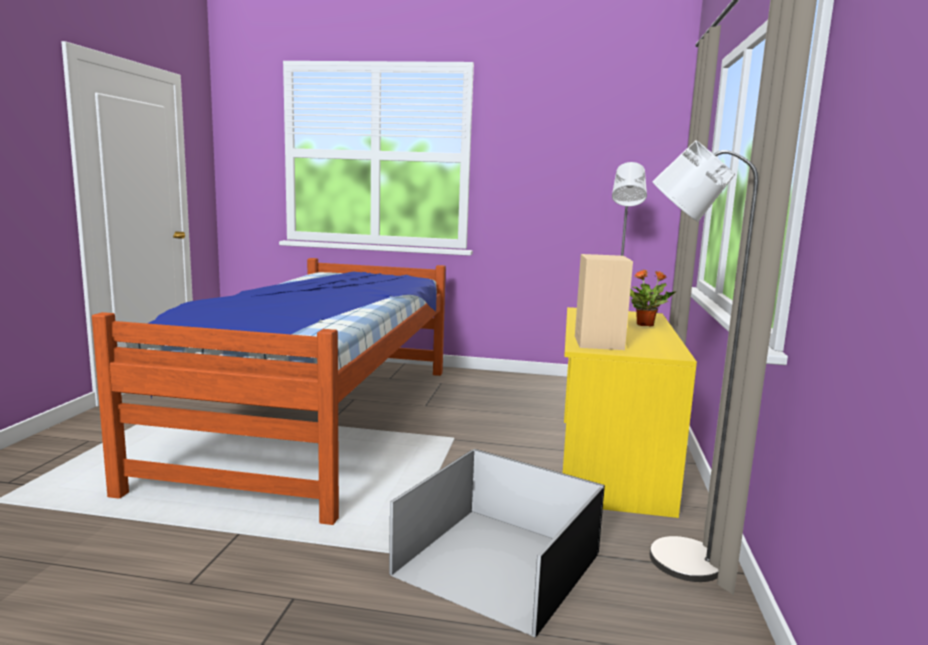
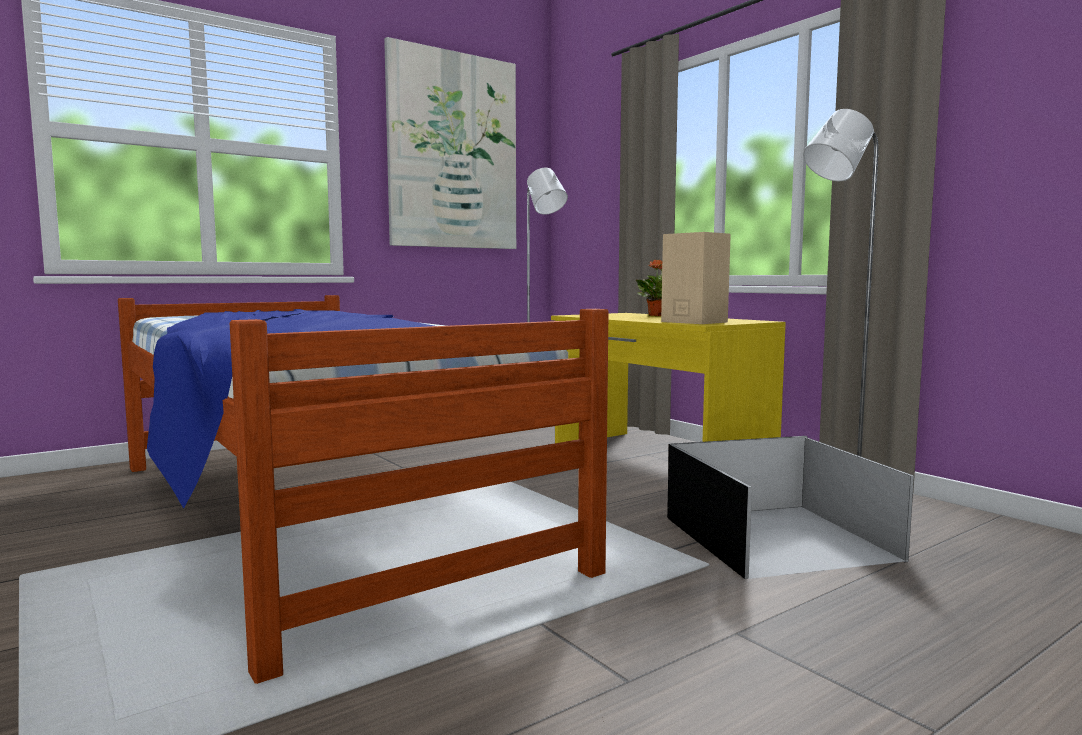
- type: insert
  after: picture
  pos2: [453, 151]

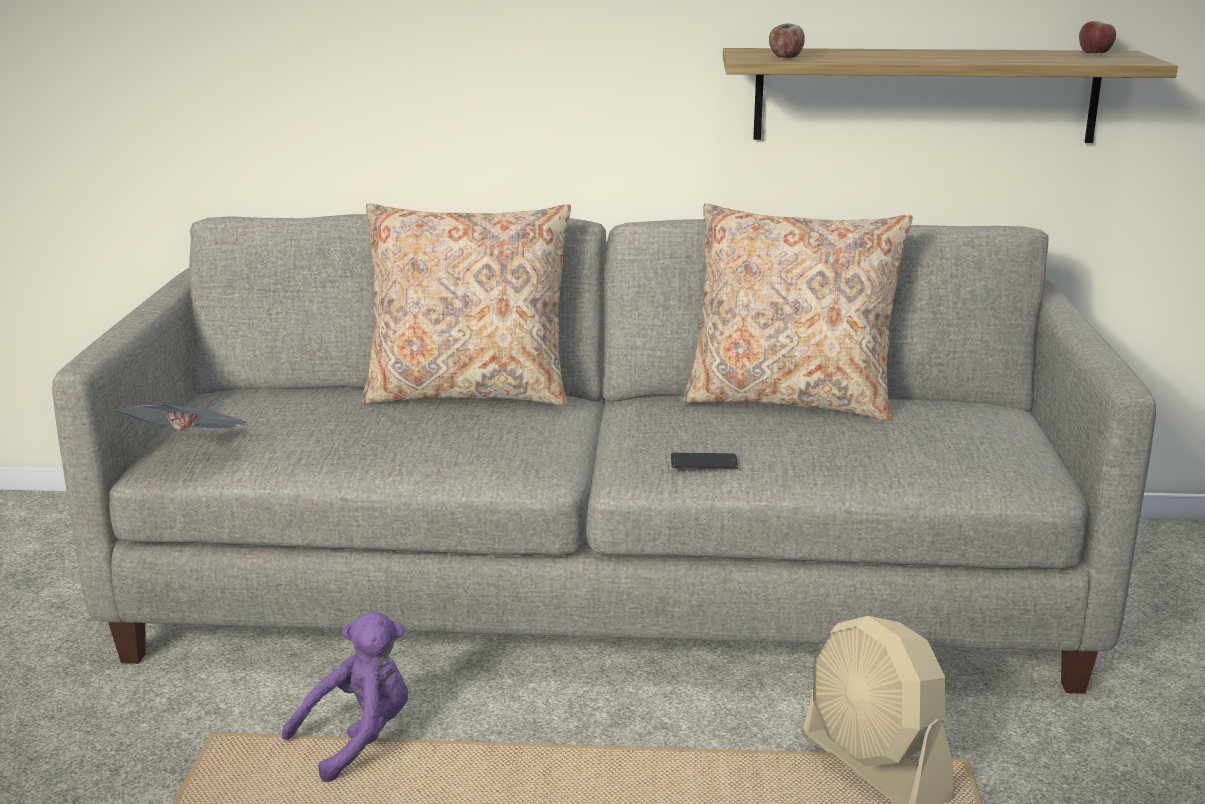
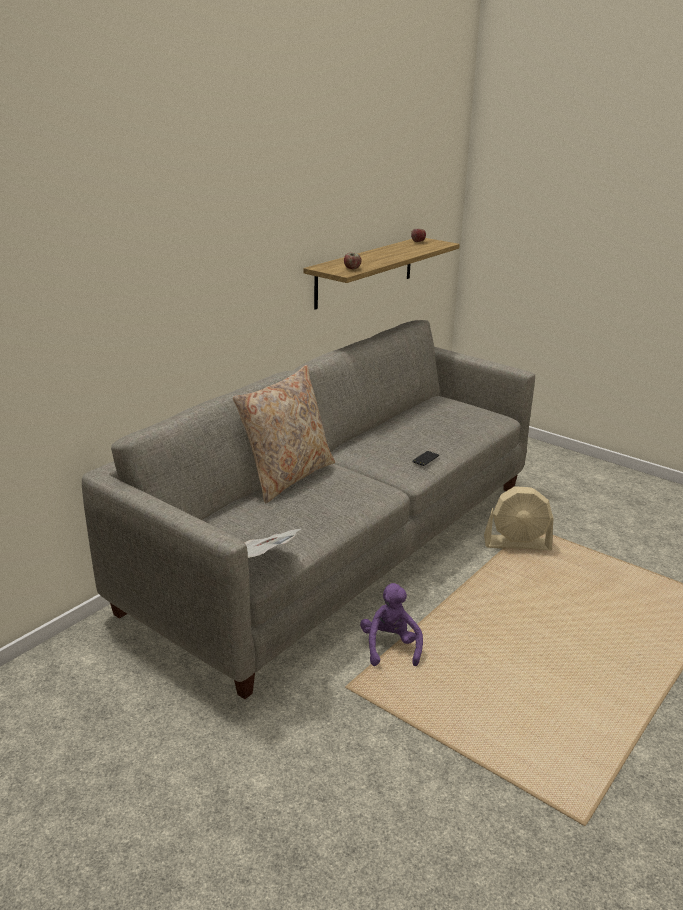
- type: delete
  before: beige pillow
  pos1: [790, 399]

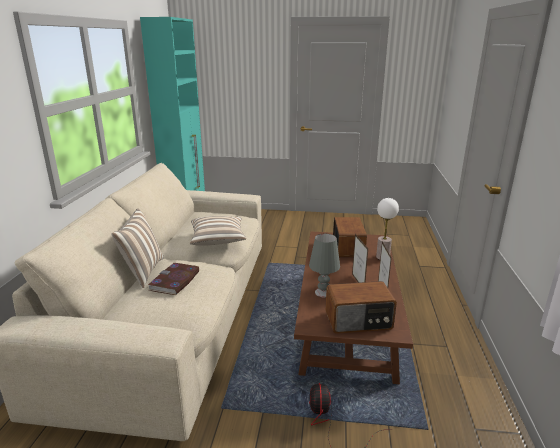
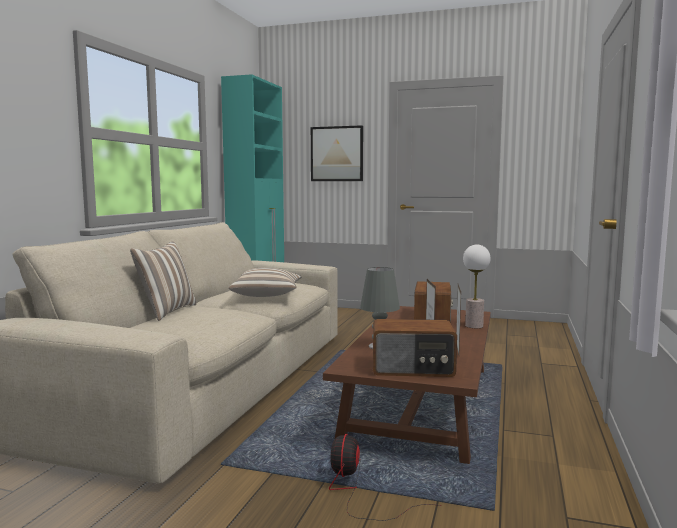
- type: delete
  before: book
  pos1: [175, 281]
- type: insert
  after: picture
  pos2: [337, 154]

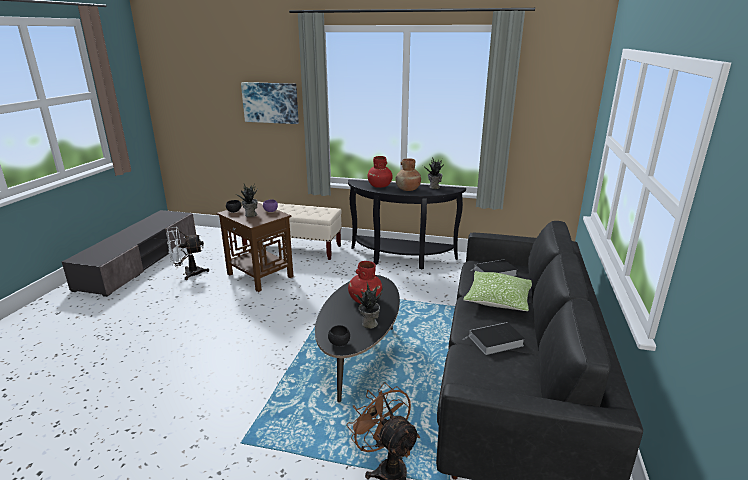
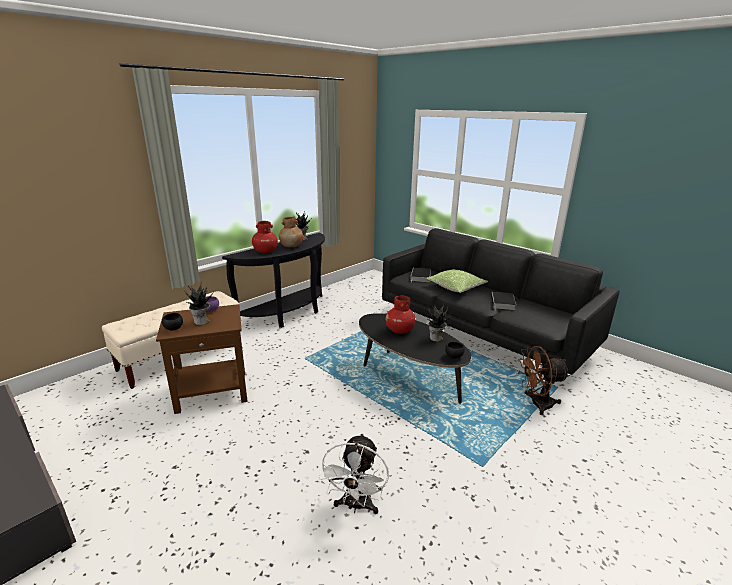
- type: move
  before: white fan
  pos1: [188, 274]
  pos2: [356, 506]
- type: delete
  before: picture
  pos1: [270, 102]

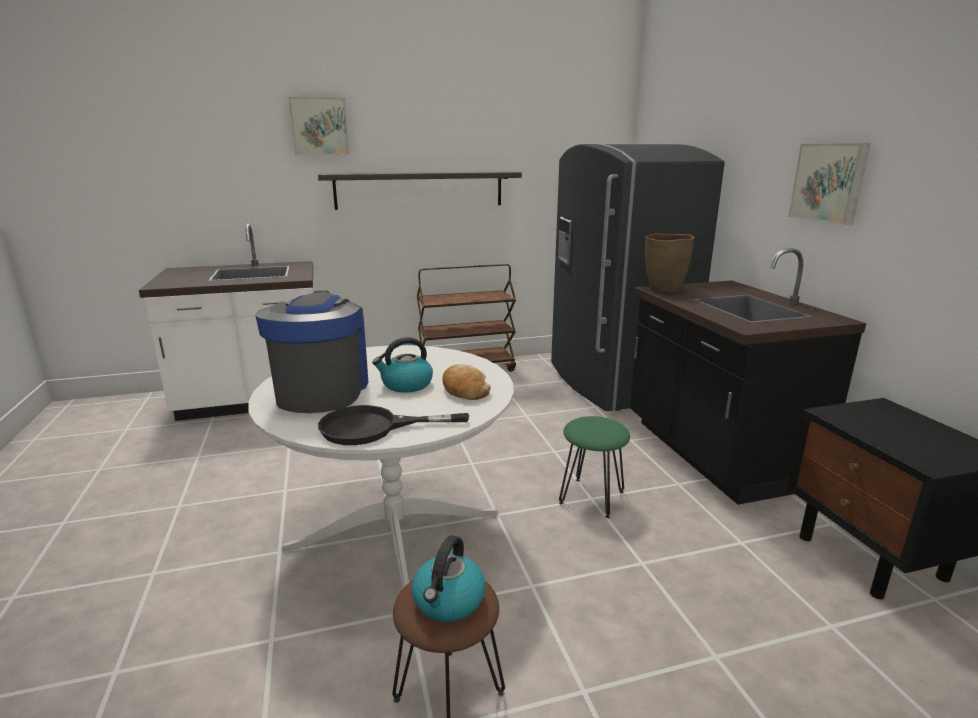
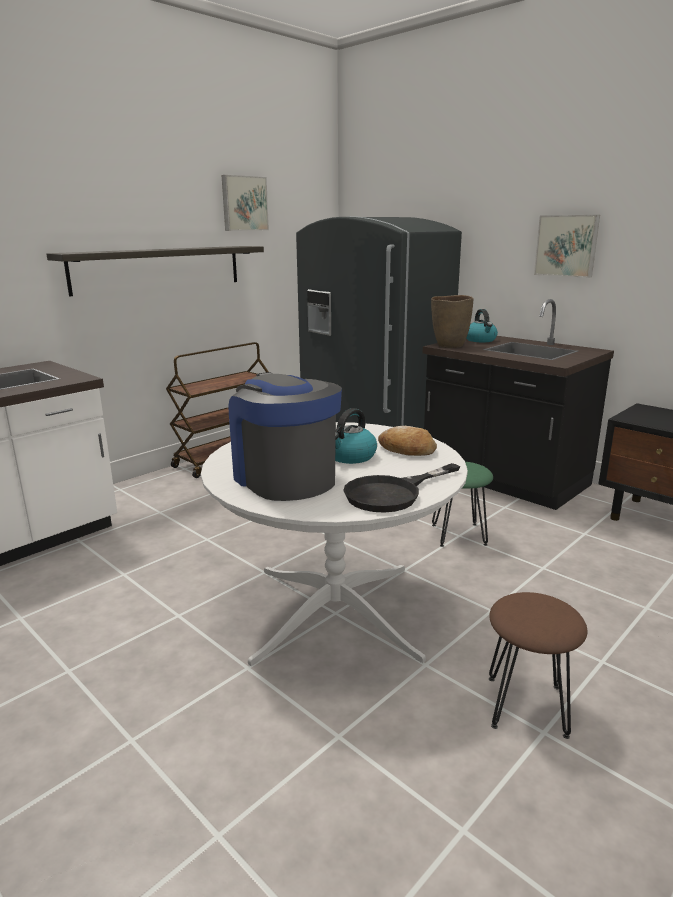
- type: move
  before: picture
  pos1: [319, 126]
  pos2: [244, 203]
- type: move
  before: kettle
  pos1: [449, 601]
  pos2: [480, 340]

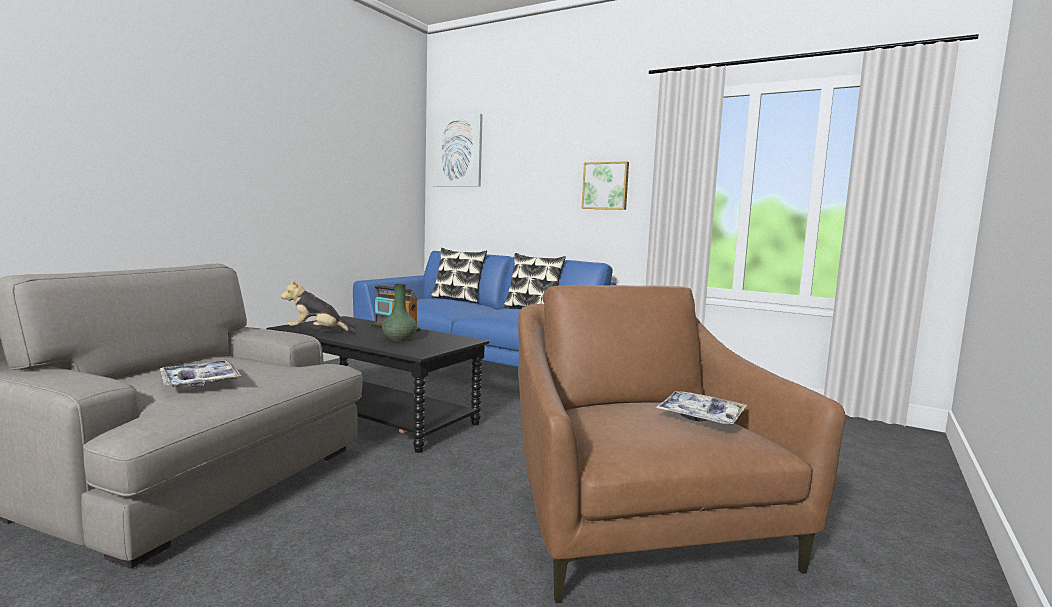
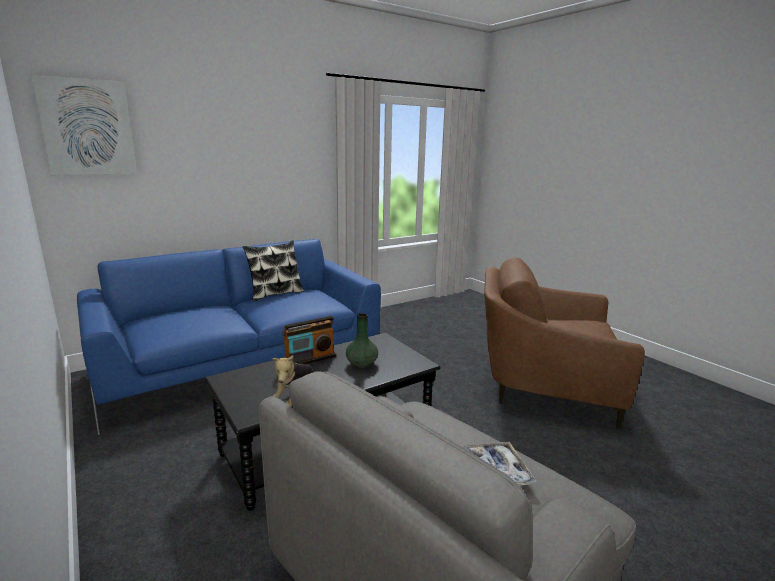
- type: delete
  before: pillow
  pos1: [458, 299]
- type: delete
  before: picture
  pos1: [605, 186]
- type: delete
  before: tray
  pos1: [700, 416]

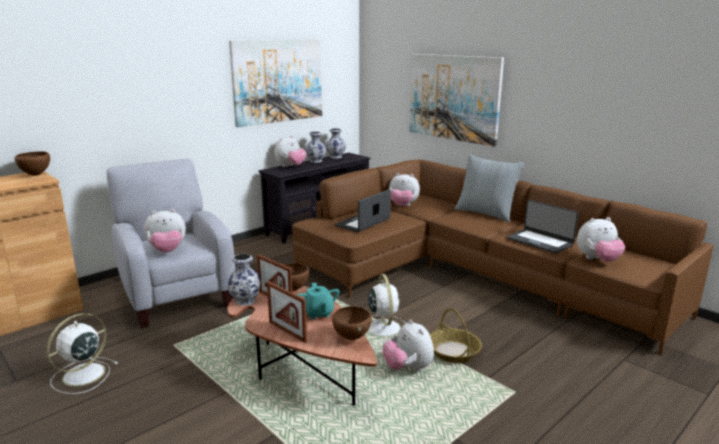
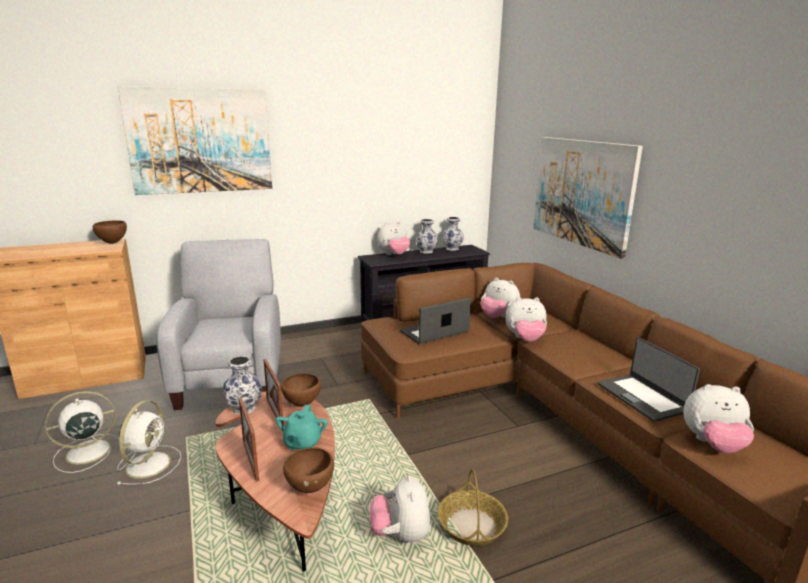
- type: move
  before: plush toy
  pos1: [167, 251]
  pos2: [525, 339]
- type: move
  before: picture
  pos1: [278, 81]
  pos2: [200, 141]
- type: move
  before: white fan
  pos1: [383, 327]
  pos2: [149, 463]
- type: delete
  before: pillow
  pos1: [486, 213]

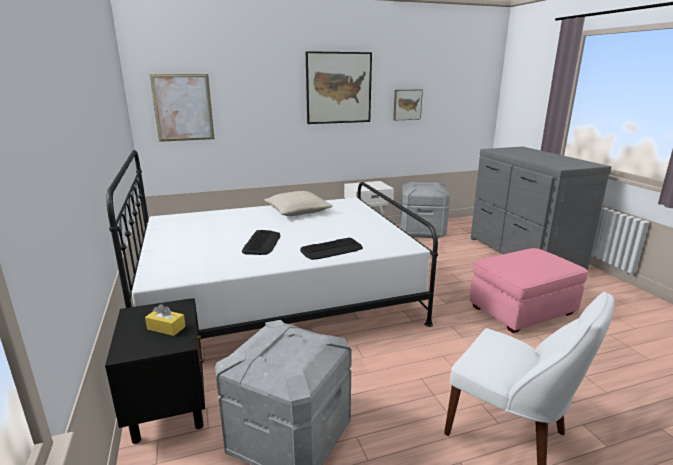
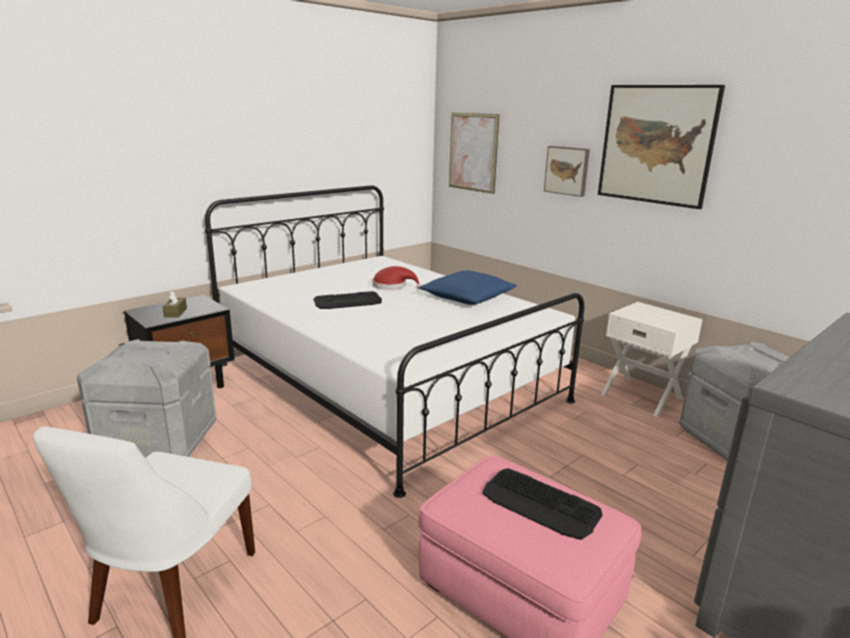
- type: recolor
  before: yellow tissue box
  after: brown tissue box
  pos1: [166, 328]
  pos2: [175, 313]
- type: recolor
  before: beige pillow
  after: blue pillow
  pos1: [298, 211]
  pos2: [467, 297]
- type: move
  before: keyboard
  pos1: [332, 249]
  pos2: [540, 504]
- type: move
  before: picture
  pos1: [407, 104]
  pos2: [567, 170]
- type: insert
  after: red hat
  pos2: [392, 286]

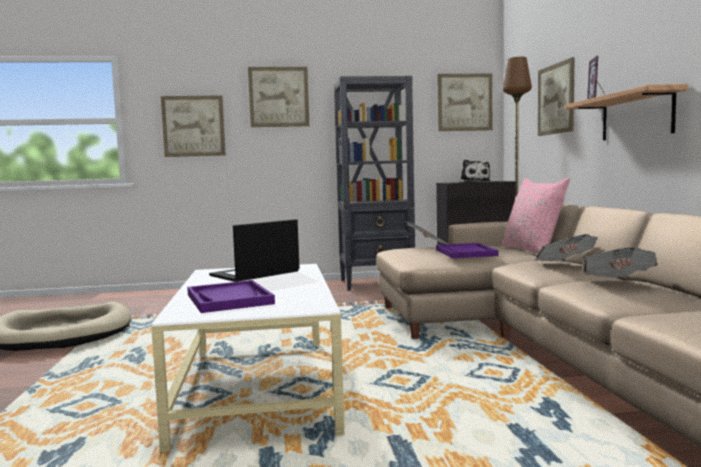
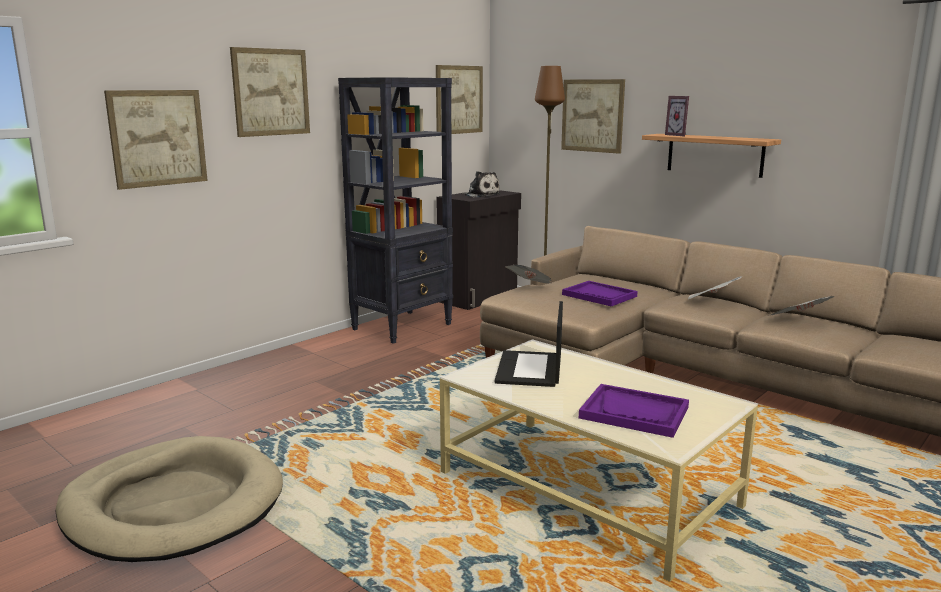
- type: delete
  before: pink pillow
  pos1: [533, 250]

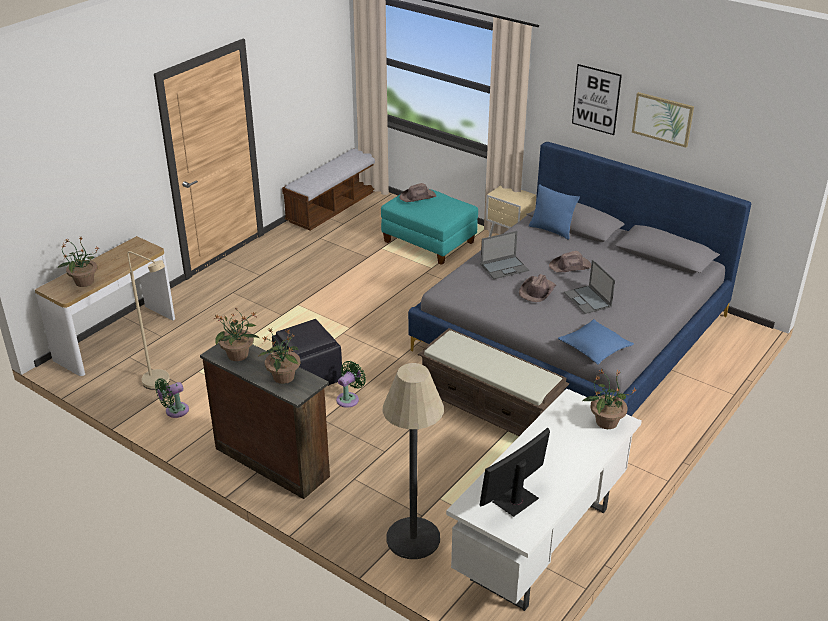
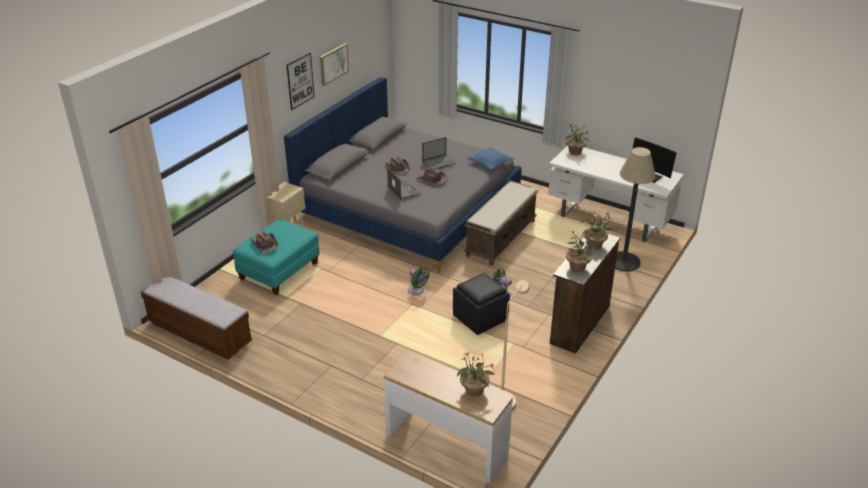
- type: move
  before: green fan
  pos1: [174, 411]
  pos2: [417, 291]
- type: delete
  before: blue pillow
  pos1: [551, 230]

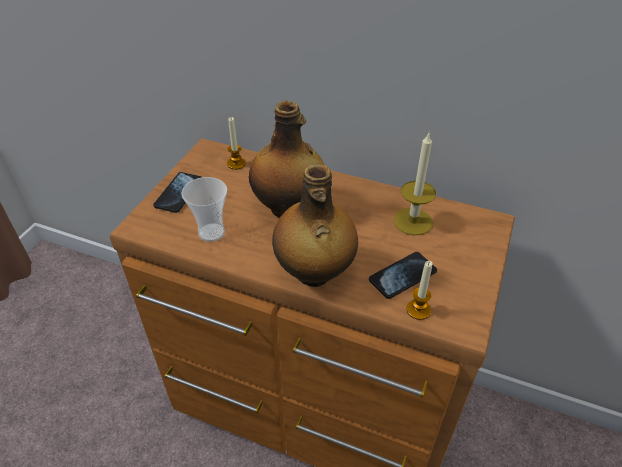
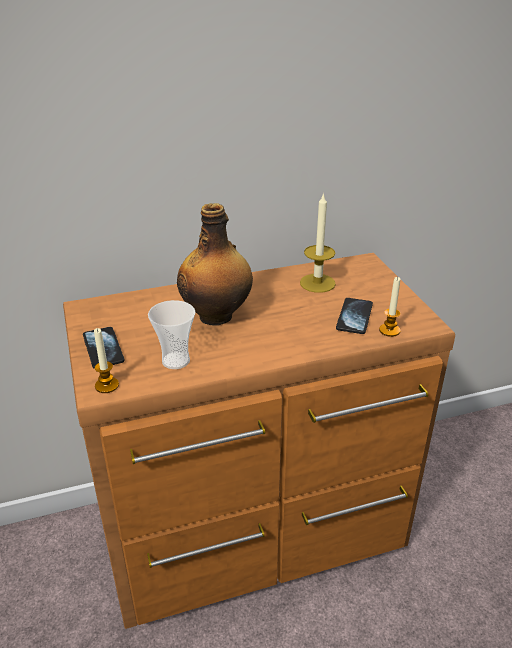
- type: move
  before: candle
  pos1: [236, 164]
  pos2: [107, 385]
- type: delete
  before: bottle
  pos1: [314, 273]

